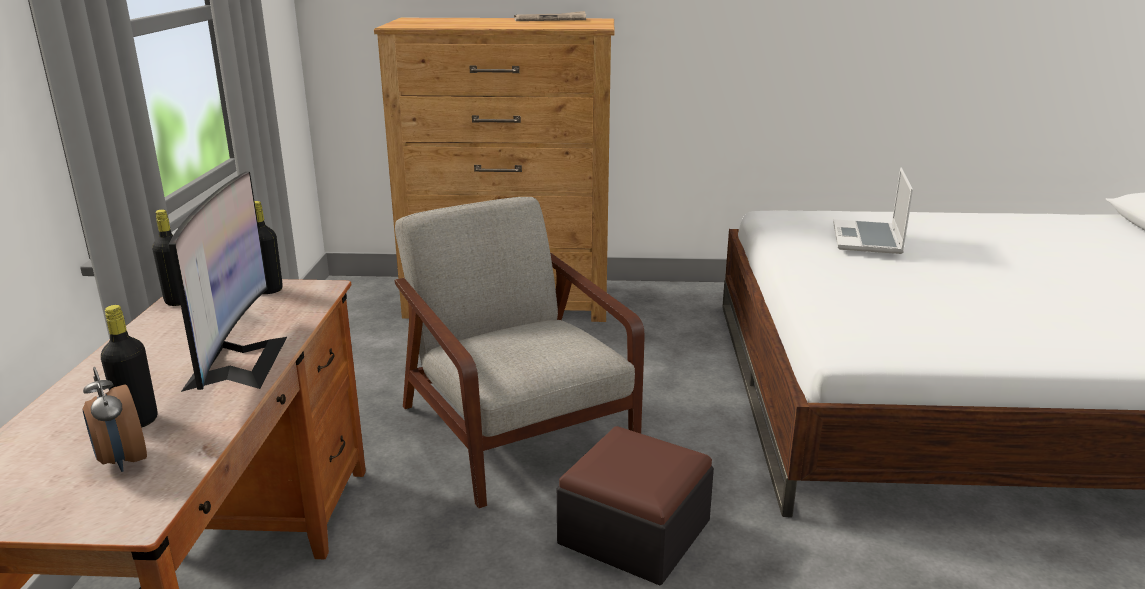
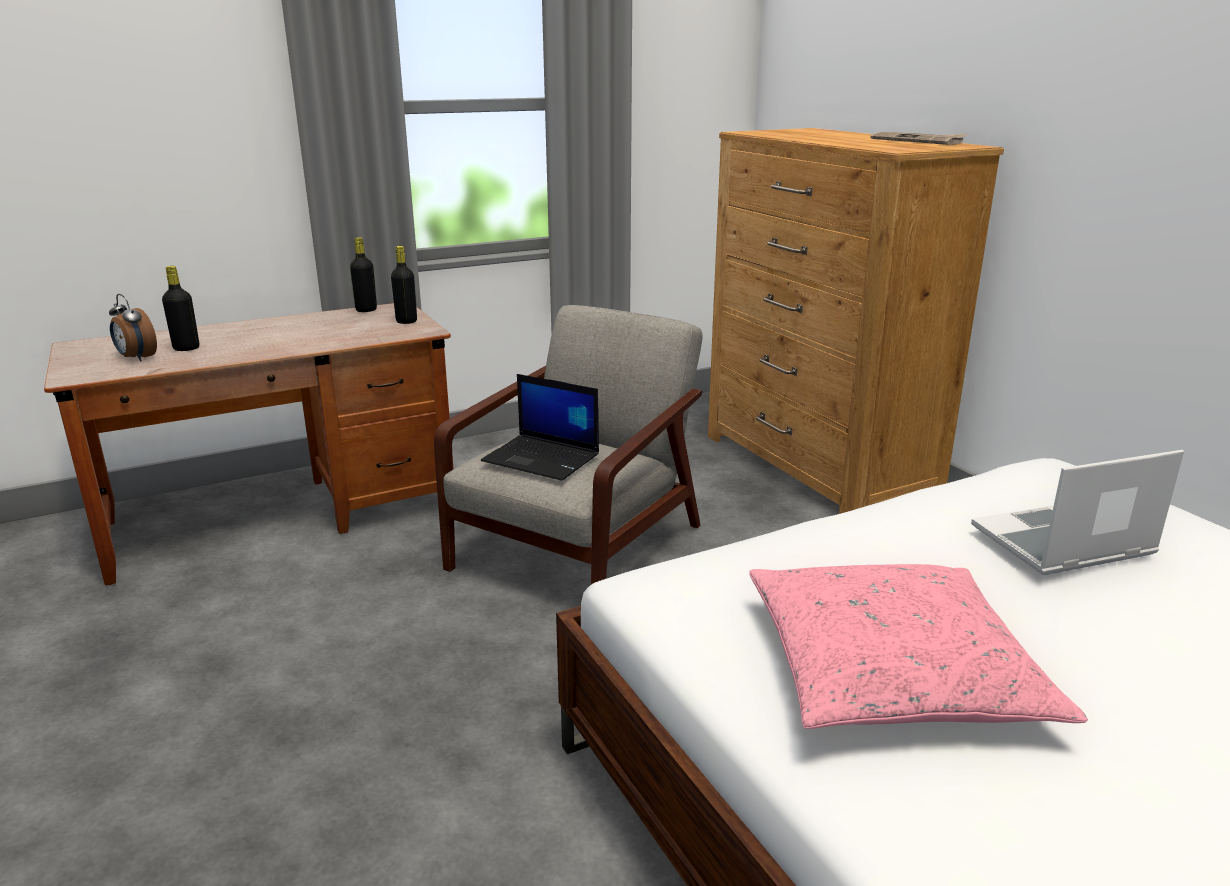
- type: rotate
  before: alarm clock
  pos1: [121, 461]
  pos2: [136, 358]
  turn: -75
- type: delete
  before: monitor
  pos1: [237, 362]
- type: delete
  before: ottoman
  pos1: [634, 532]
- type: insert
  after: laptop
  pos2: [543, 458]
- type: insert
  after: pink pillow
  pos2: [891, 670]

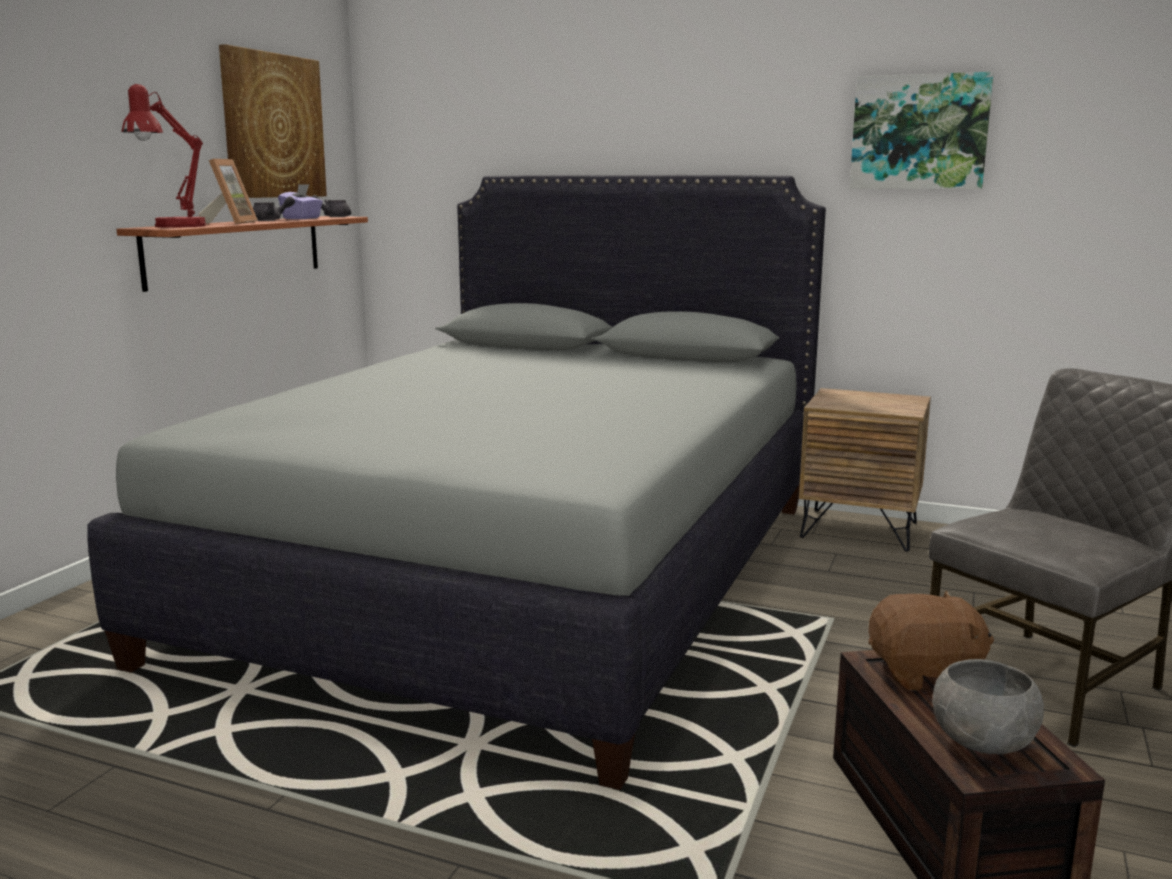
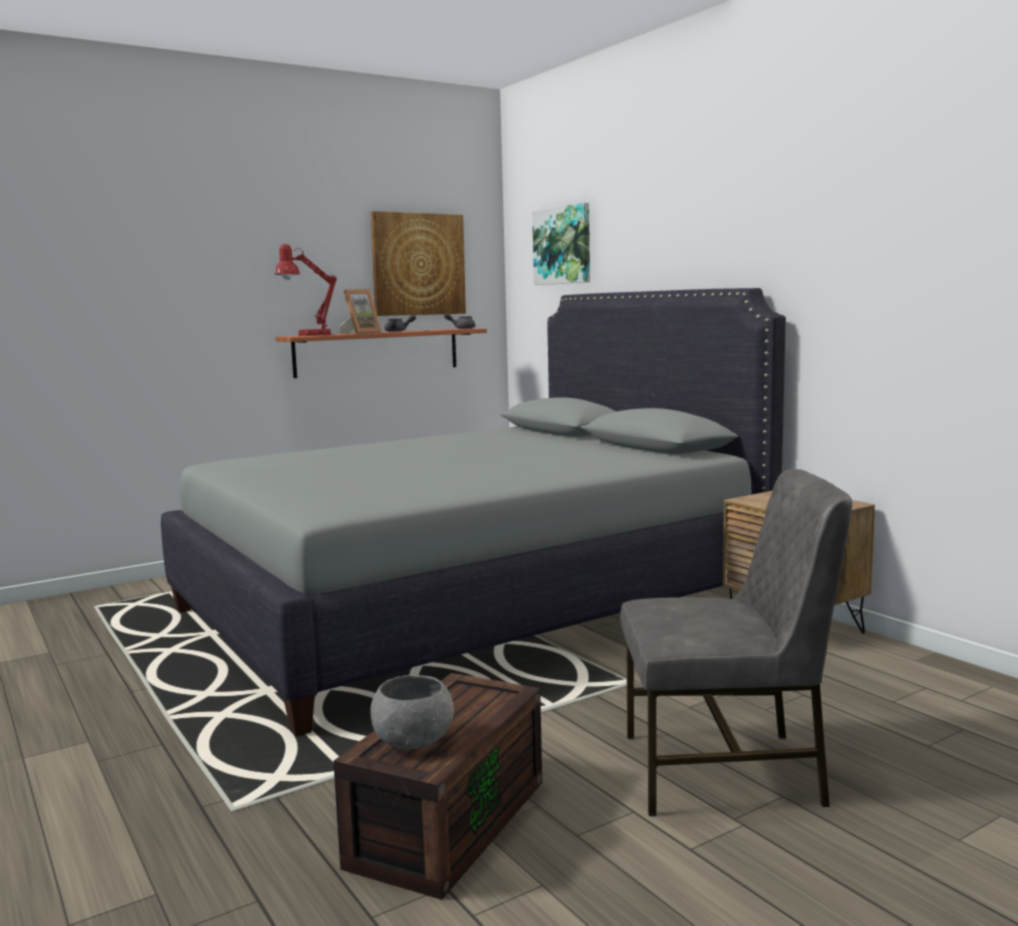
- type: delete
  before: purple tissue box
  pos1: [302, 218]
- type: move
  before: picture
  pos1: [919, 132]
  pos2: [563, 245]
- type: delete
  before: brown plush toy
  pos1: [925, 674]

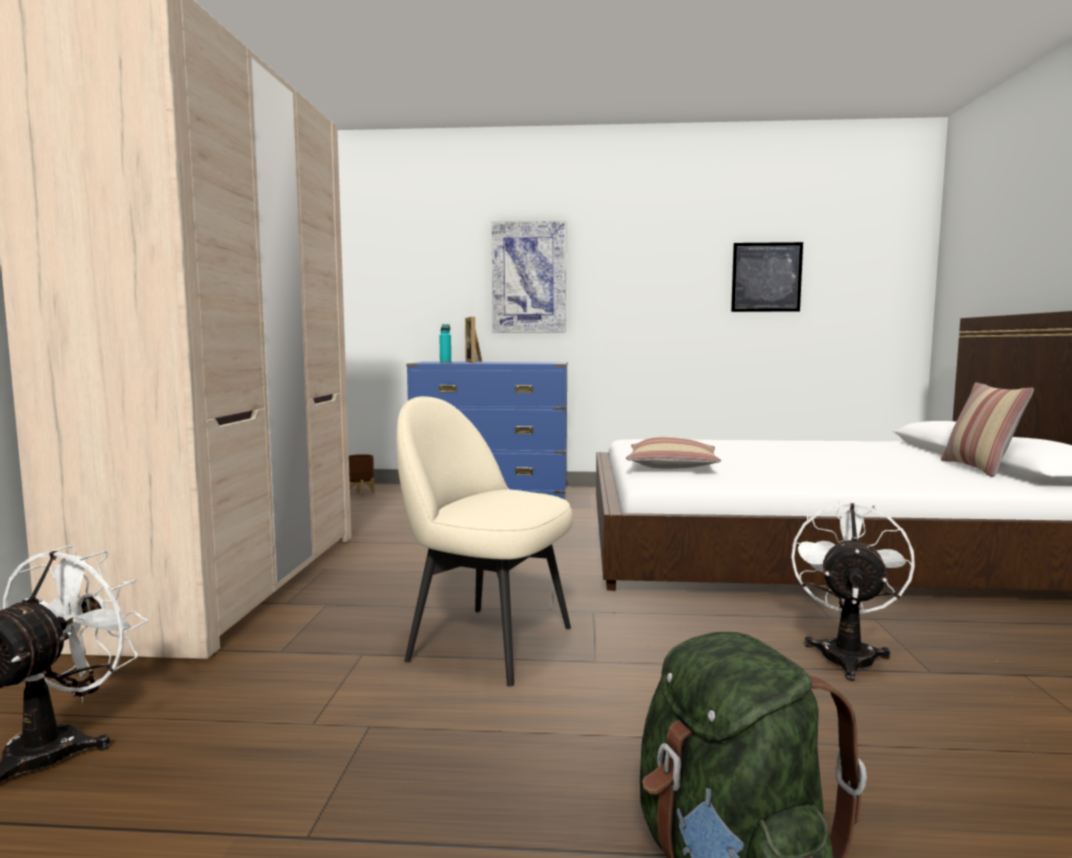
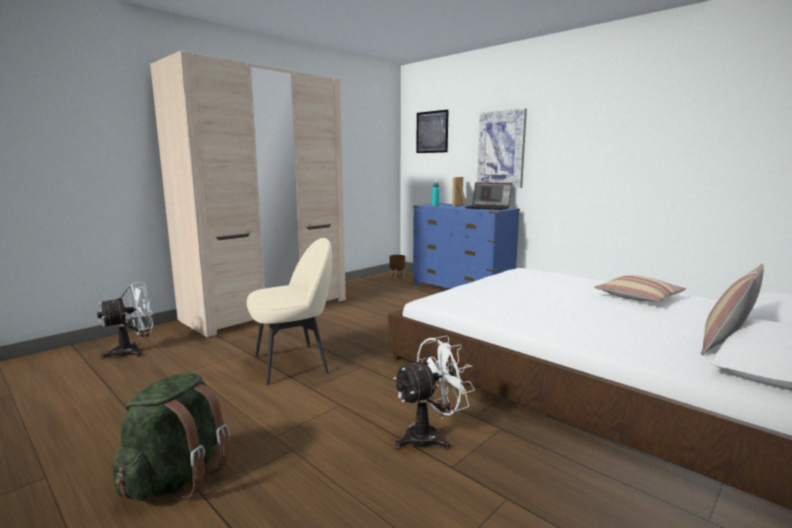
- type: rotate
  before: beige chair
  pos1: [487, 642]
  pos2: [293, 364]
  turn: 90
- type: move
  before: pillow
  pos1: [672, 466]
  pos2: [638, 297]
- type: move
  before: picture
  pos1: [766, 277]
  pos2: [432, 132]
- type: insert
  after: laptop
  pos2: [488, 208]

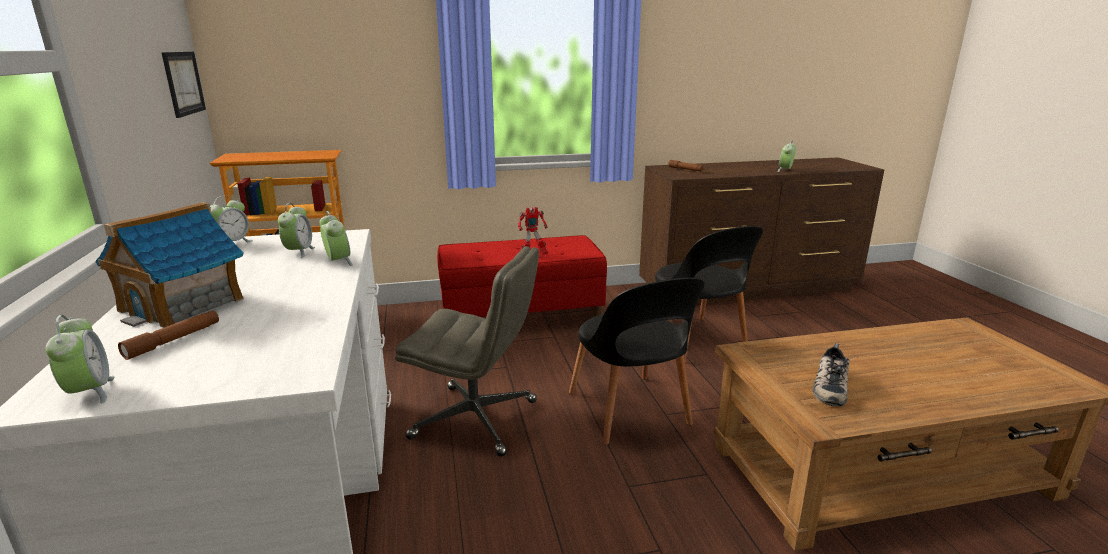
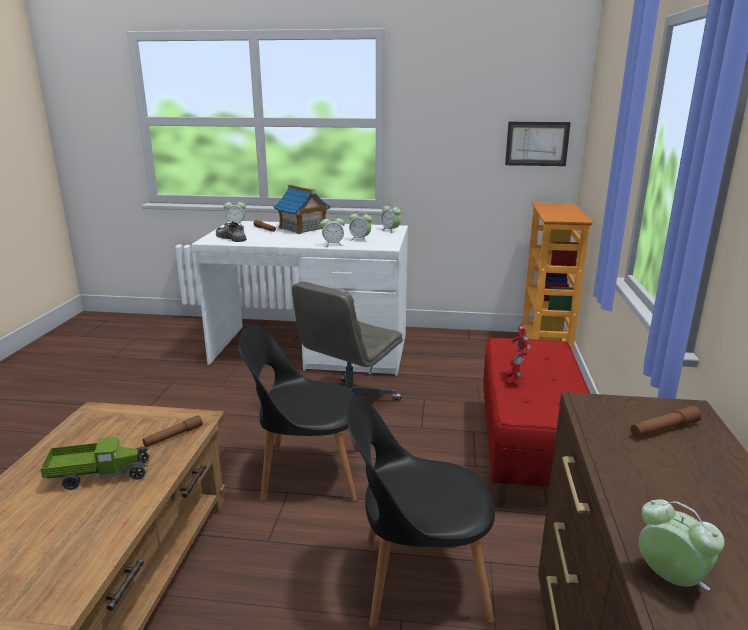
- type: move
  before: shoe
  pos1: [828, 386]
  pos2: [232, 238]
- type: insert
  after: toy truck
  pos2: [99, 475]
- type: insert
  after: brown flashlight
  pos2: [173, 436]

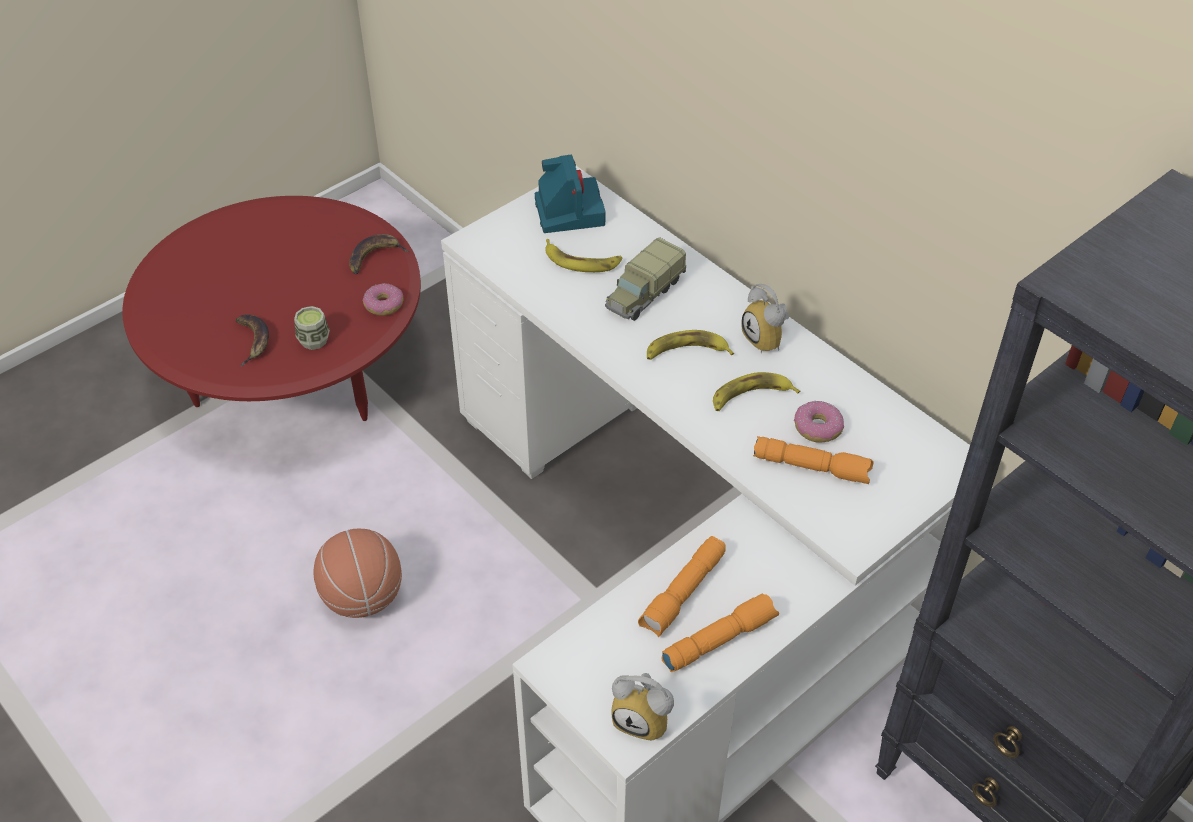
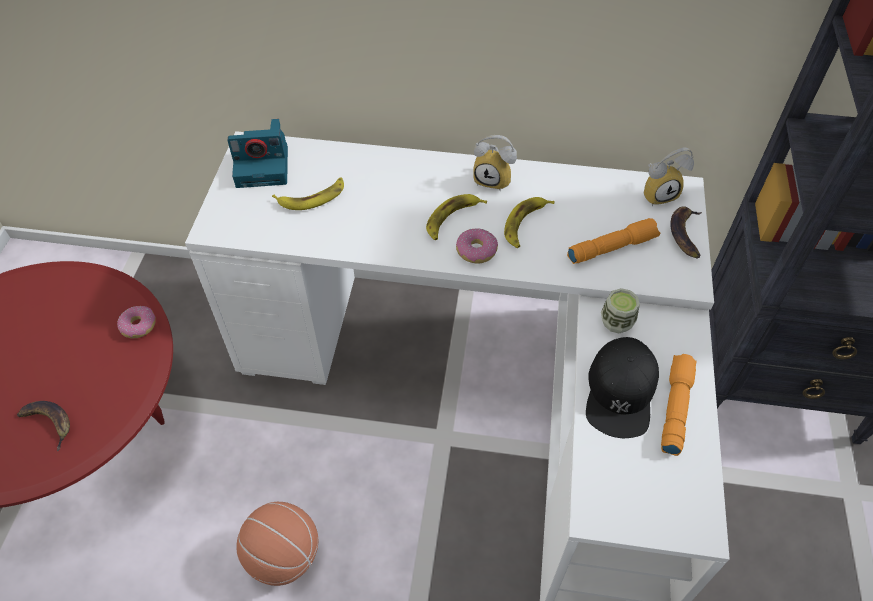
- type: move
  before: cup
  pos1: [314, 340]
  pos2: [616, 322]
- type: move
  before: banana
  pos1: [374, 257]
  pos2: [685, 234]
- type: rotate
  before: photo camera
  pos1: [568, 210]
  pos2: [264, 166]
  turn: 135
- type: delete
  before: toy truck
  pos1: [644, 294]
- type: move
  before: alarm clock
  pos1: [644, 719]
  pos2: [658, 193]
- type: replace
  before: orange flashlight
  after: black cap
  pos1: [683, 594]
  pos2: [620, 392]
- type: move
  before: donut
  pos1: [817, 428]
  pos2: [476, 251]

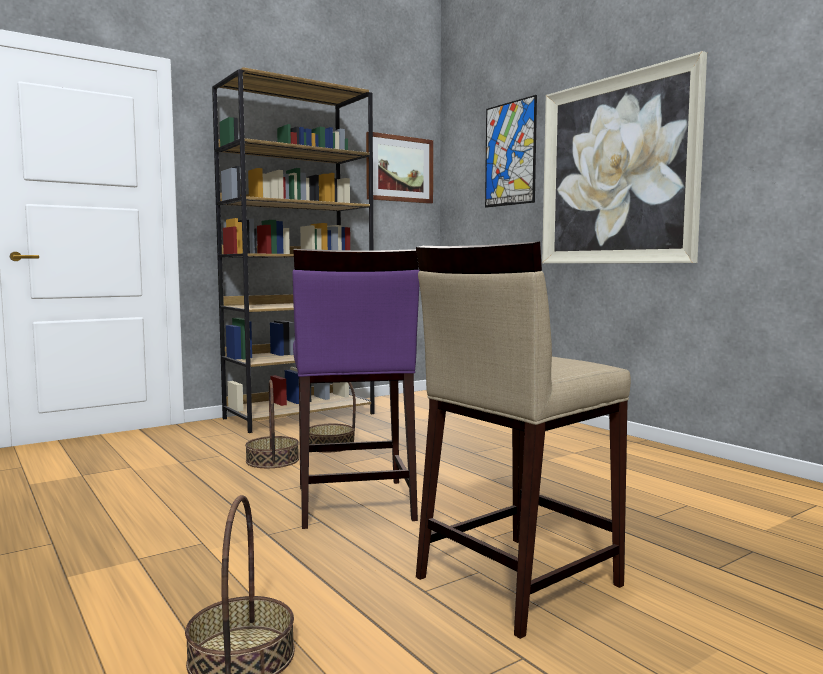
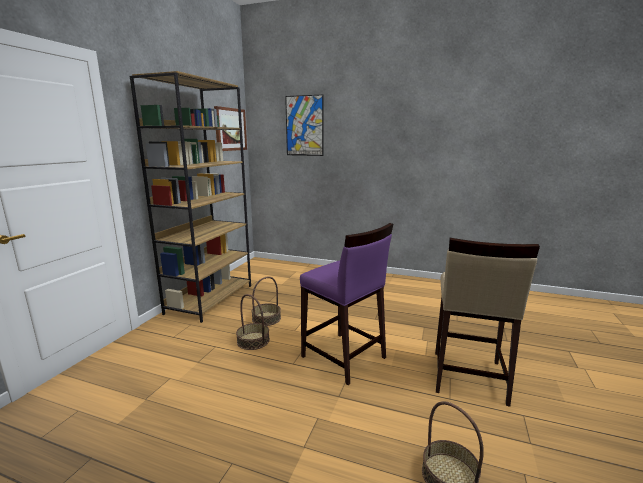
- type: delete
  before: picture
  pos1: [617, 171]

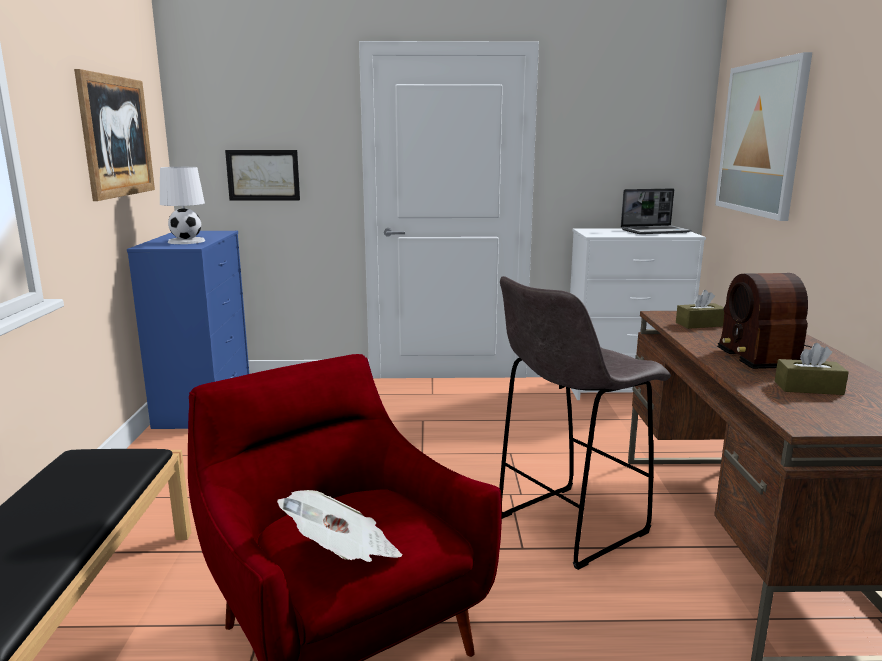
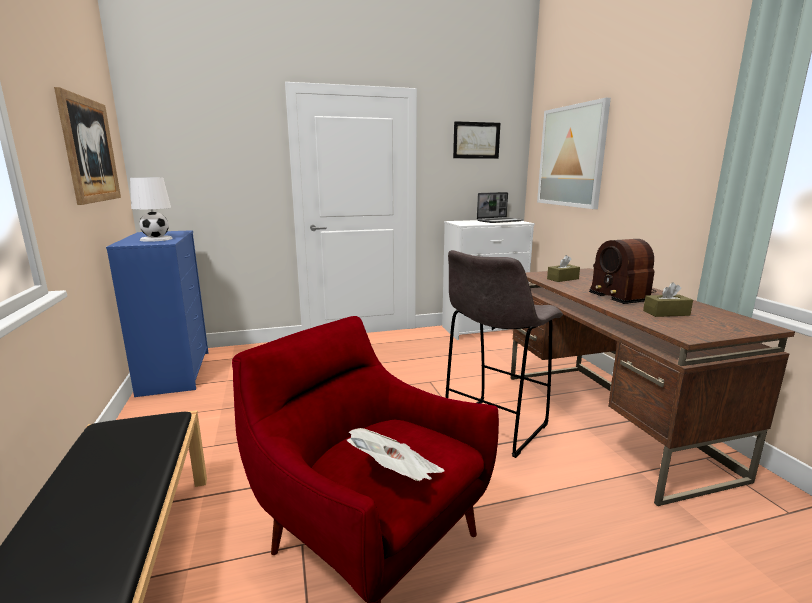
- type: move
  before: picture
  pos1: [263, 175]
  pos2: [476, 140]

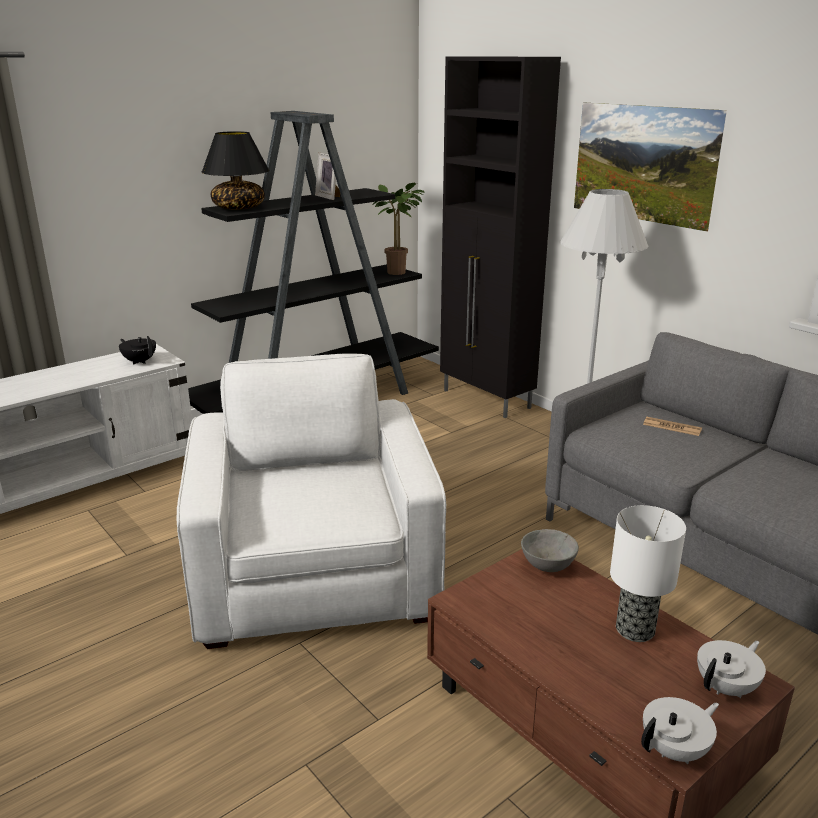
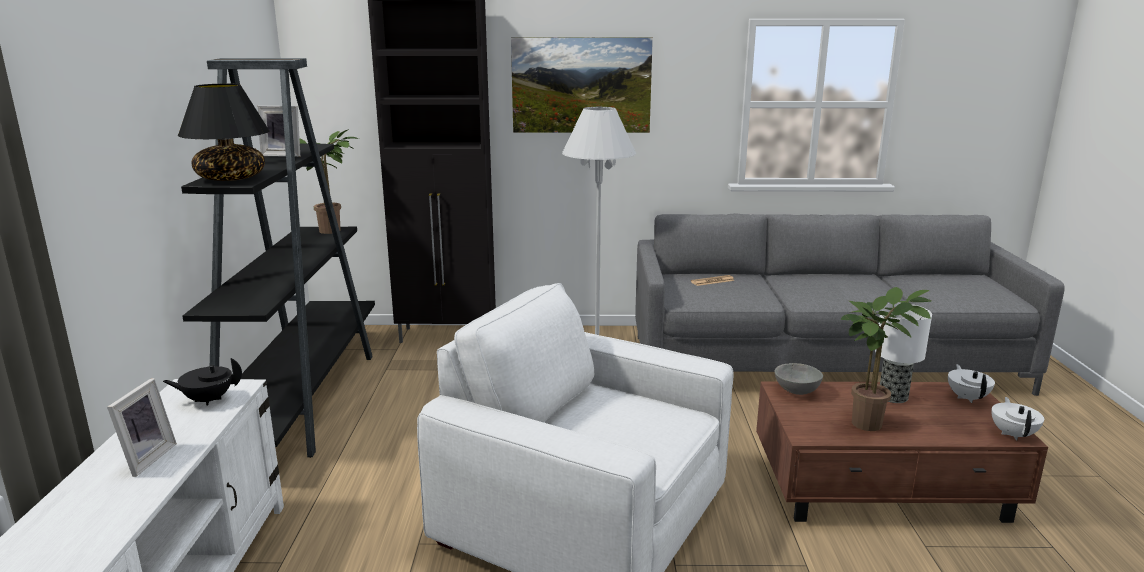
- type: insert
  after: picture frame
  pos2: [145, 459]
- type: insert
  after: potted plant
  pos2: [867, 421]

